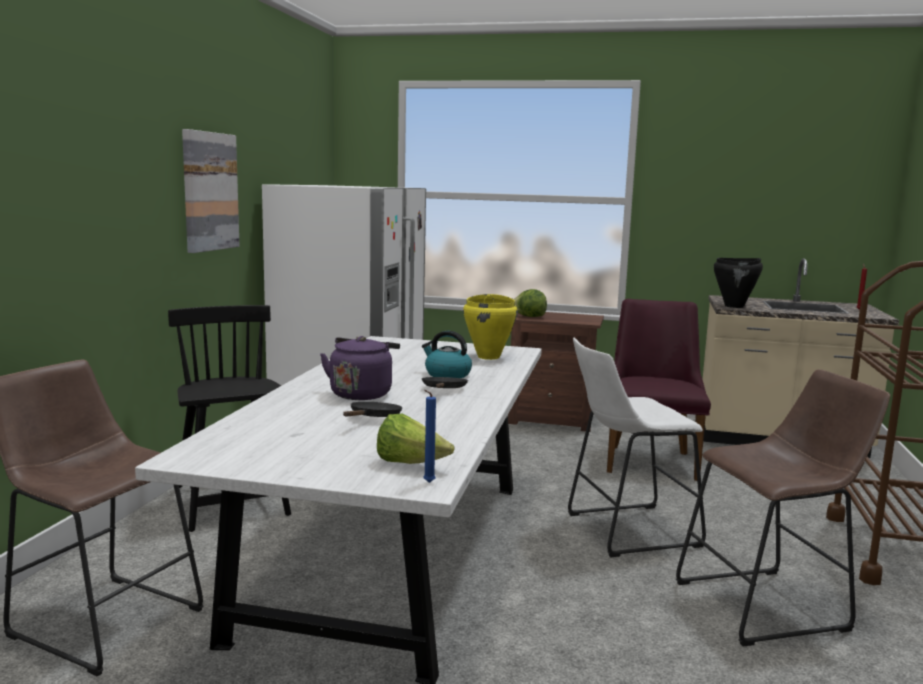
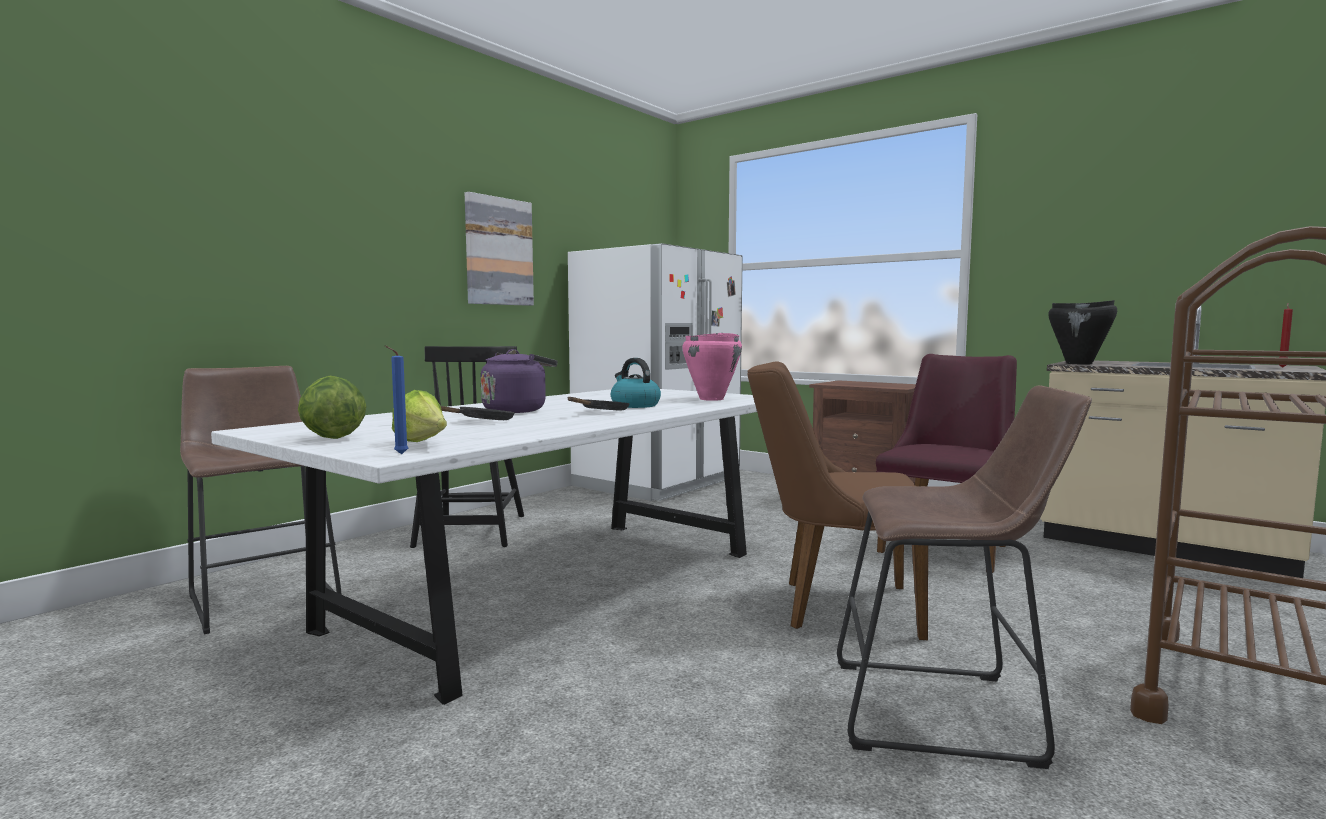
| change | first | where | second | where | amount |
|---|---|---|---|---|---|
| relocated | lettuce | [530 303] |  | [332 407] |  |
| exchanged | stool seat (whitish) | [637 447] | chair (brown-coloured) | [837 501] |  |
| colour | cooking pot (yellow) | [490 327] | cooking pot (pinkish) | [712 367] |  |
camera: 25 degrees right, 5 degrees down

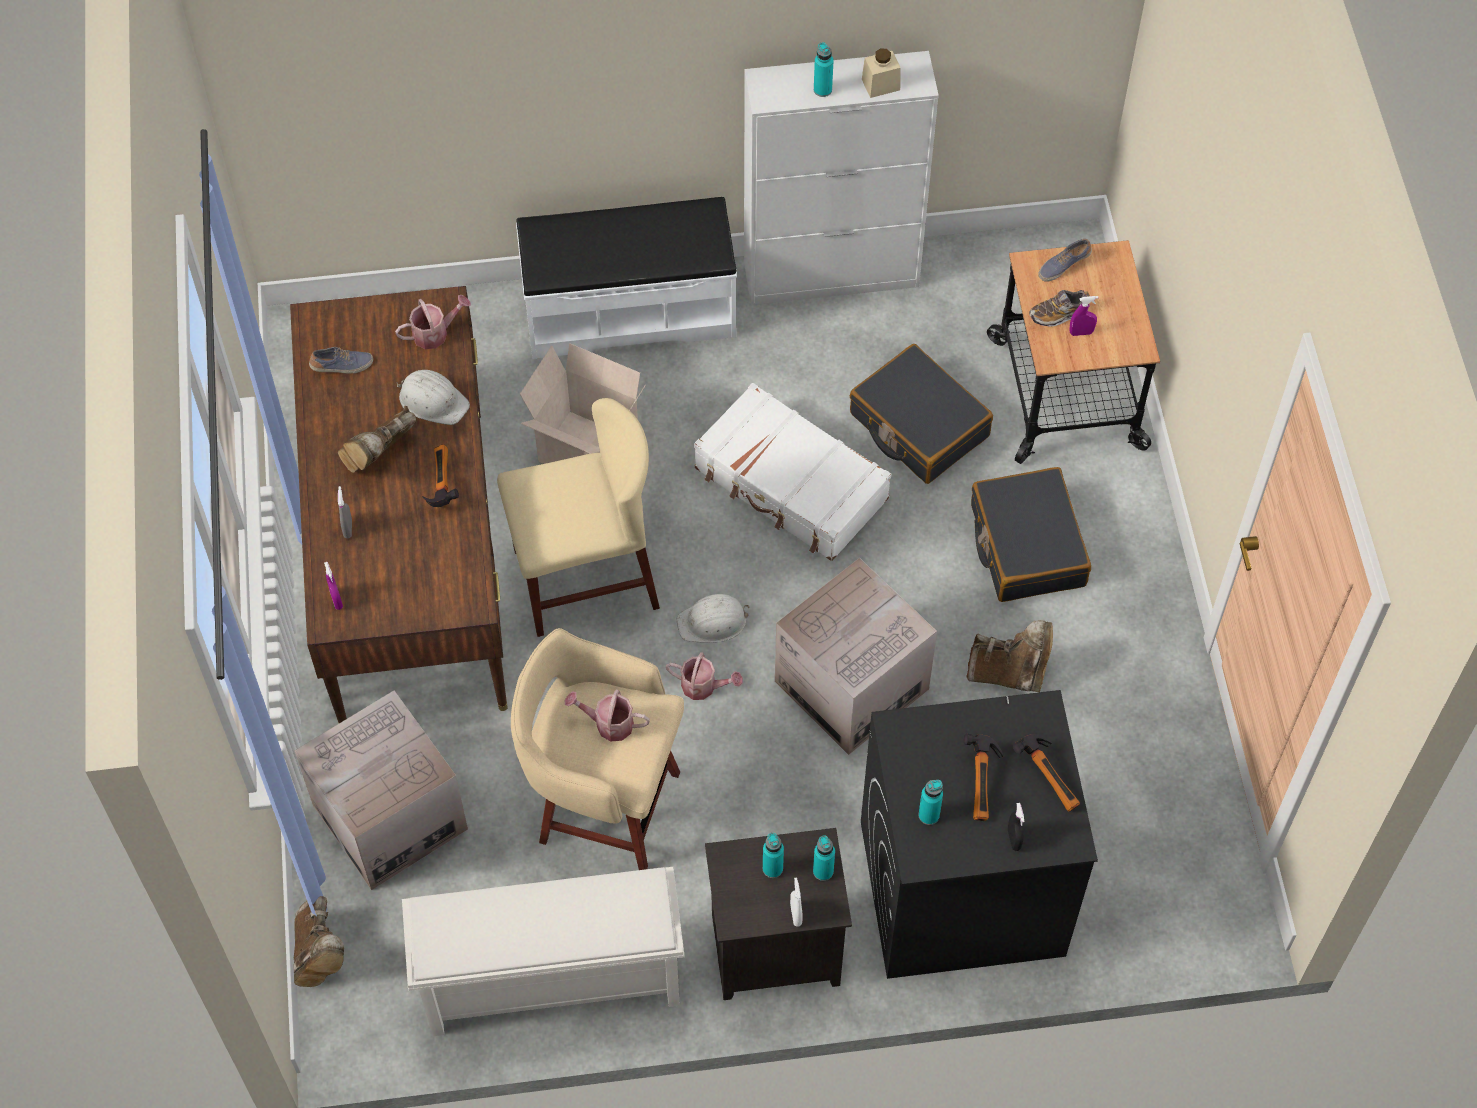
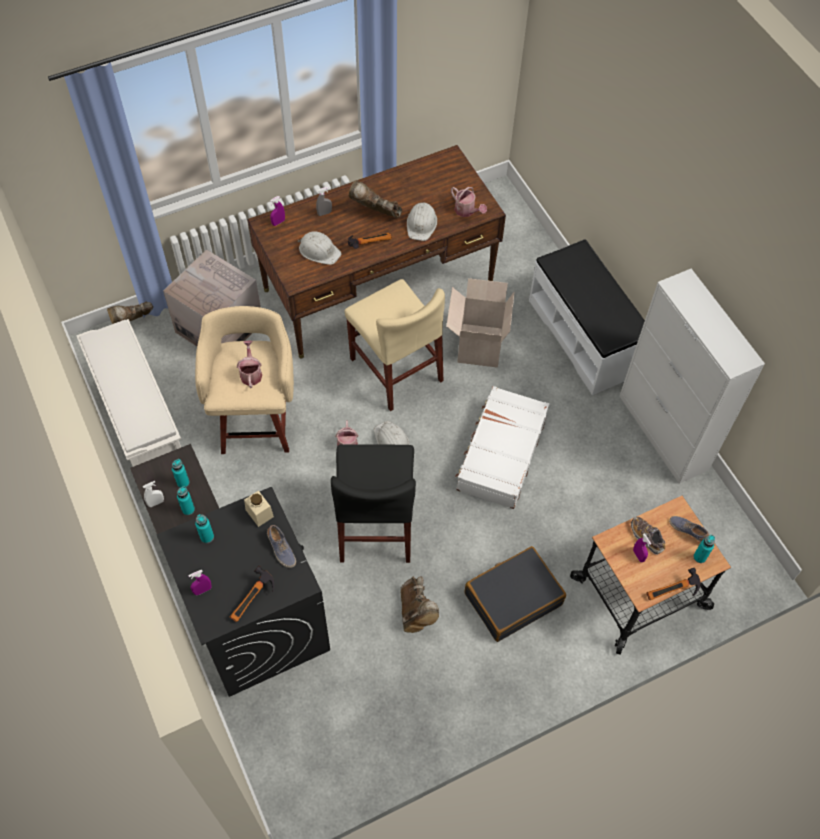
| change | first | where | second | where | amount |
|---|---|---|---|---|---|
| missing | travel case (blackish) | [921 414] |  |  |  |
| appeared |  |  | safety helmet (whitish) | [320 248] |  |
| relocated | shoe | [341 360] |  | [281 546] |  |
| relocated | beverage bottle (blue-green) | [824 69] |  | [704 549] |  |
| relocated | preserve jar (beige-coloured) | [881 73] |  | [259 508] |  |
| relocated | tool hammer | [983 777] |  | [673 584] |  |
| exchanged | cardboard box | [856 656] | chair (blackish) | [373 503] |  |
| colour | hand sprayer (blackish) | [1016 827] | hand sprayer (purple-coloured) | [199 582] |  |
camera: 70 degrees right, 0 degrees up

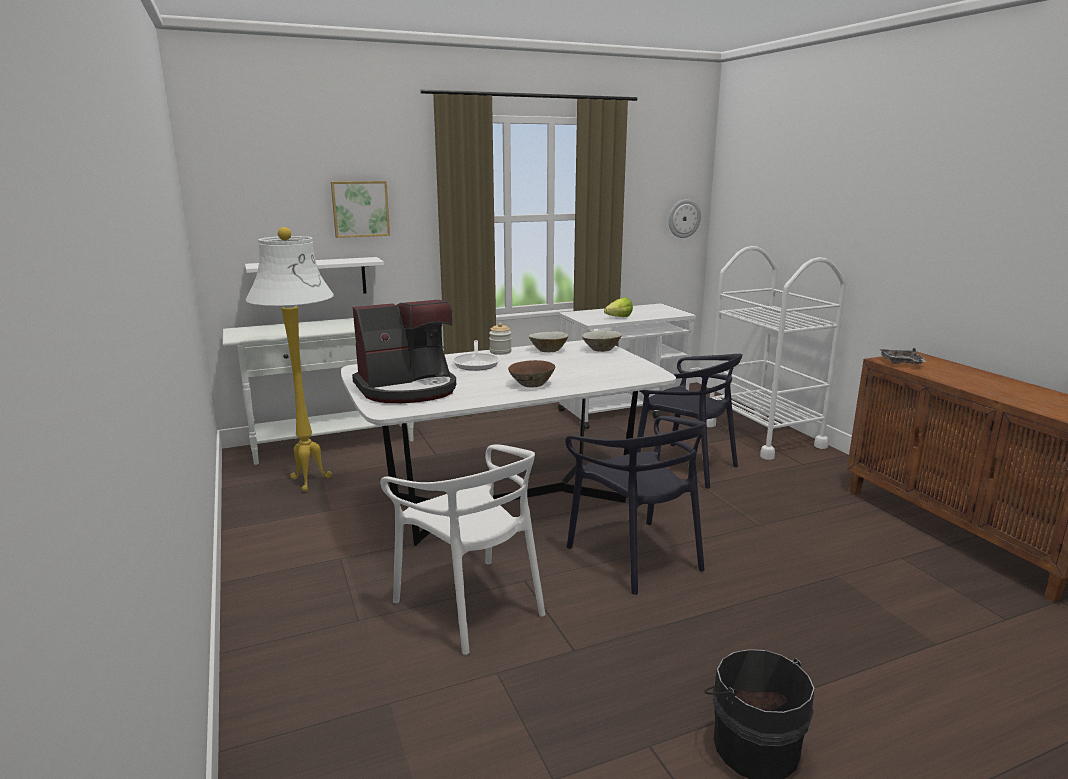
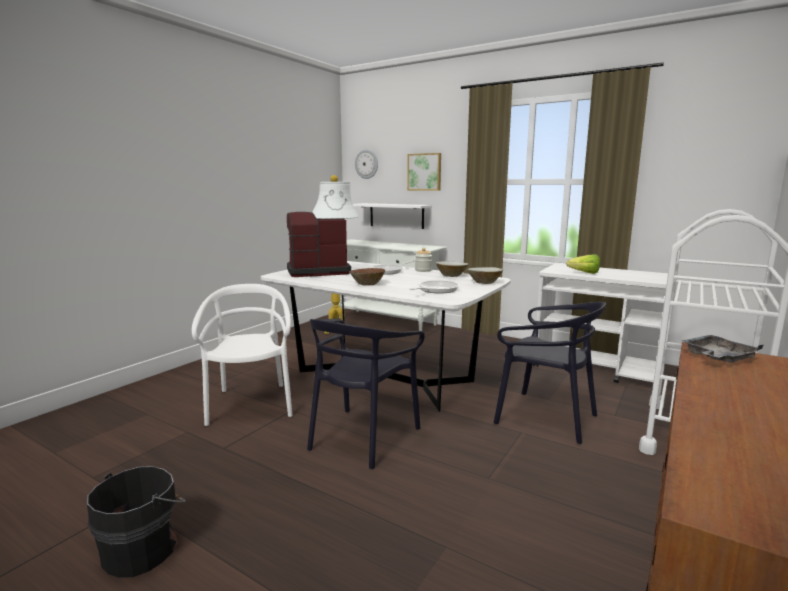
| change | first | where | second | where | amount |
|---|---|---|---|---|---|
| appeared |  |  | skillet | [434 287] |  |
| relocated | clock on the wall | [684 218] |  | [366 164] |  |
| spun | coffee brewer | [404 351] |  | [319 244] | 135 degrees clockwise |
| spun | chair (whitish) | [462 549] |  | [242 355] | 150 degrees clockwise |
| spun | chair (blackish) | [689 421] |  | [549 373] | 60 degrees counterclockwise |
camera: 55 degrees right, 5 degrees down

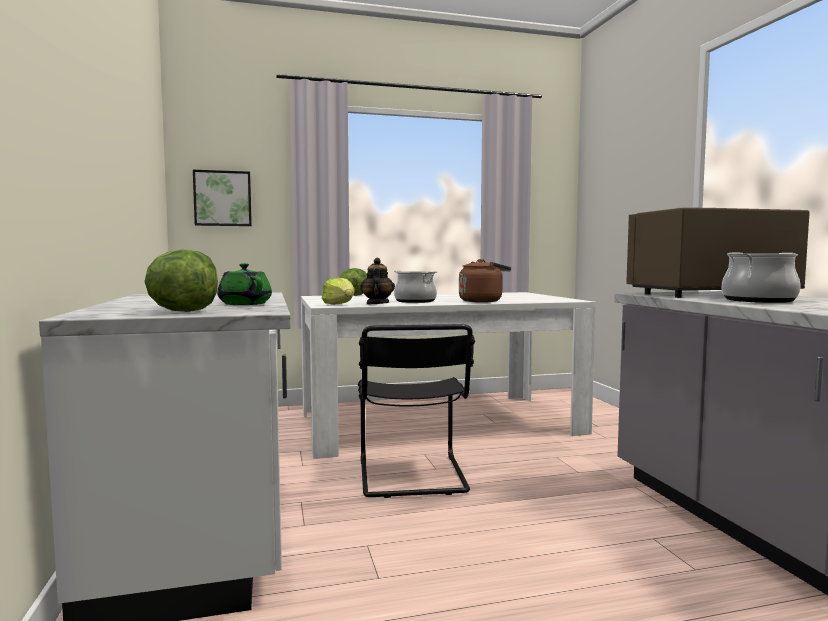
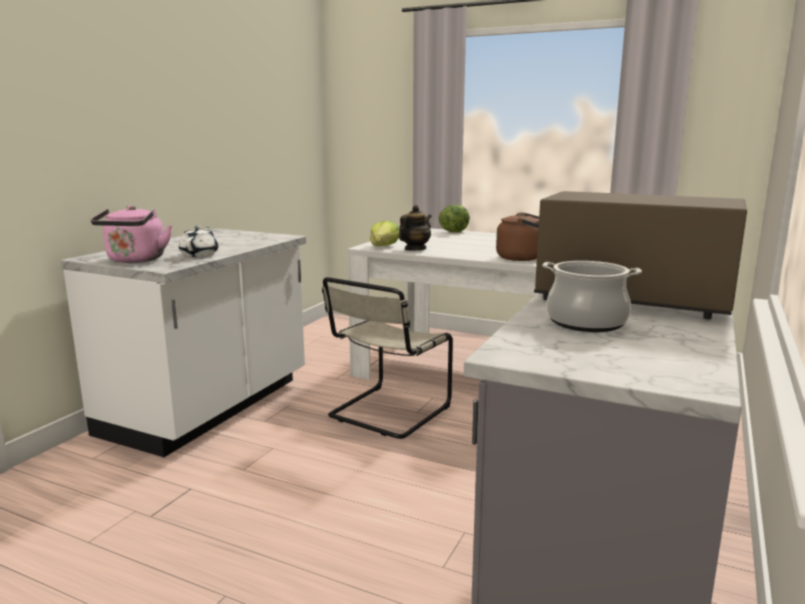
| change | first | where | second | where | amount |
|---|---|---|---|---|---|
| missing | wall picture | [222 198] |  |  |  |
| missing | cooking pot | [415 286] |  |  |  |
| exchanged | lettuce | [181 280] | tea kettle (pinkish) | [131 234] |  |
| colour | pot for tea (green) | [244 284] | pot for tea (whitish) | [198 241] |  |
| colour | chair (blackish) | [416 411] | chair (beige-coloured) | [387 358] |  |
camera: 40 degrees right, 10 degrees up

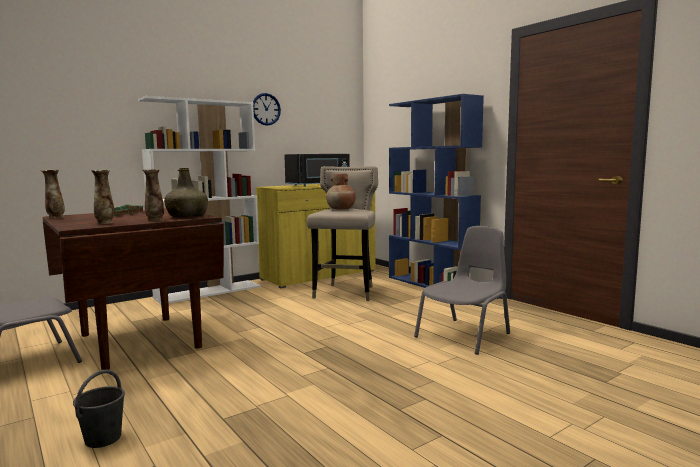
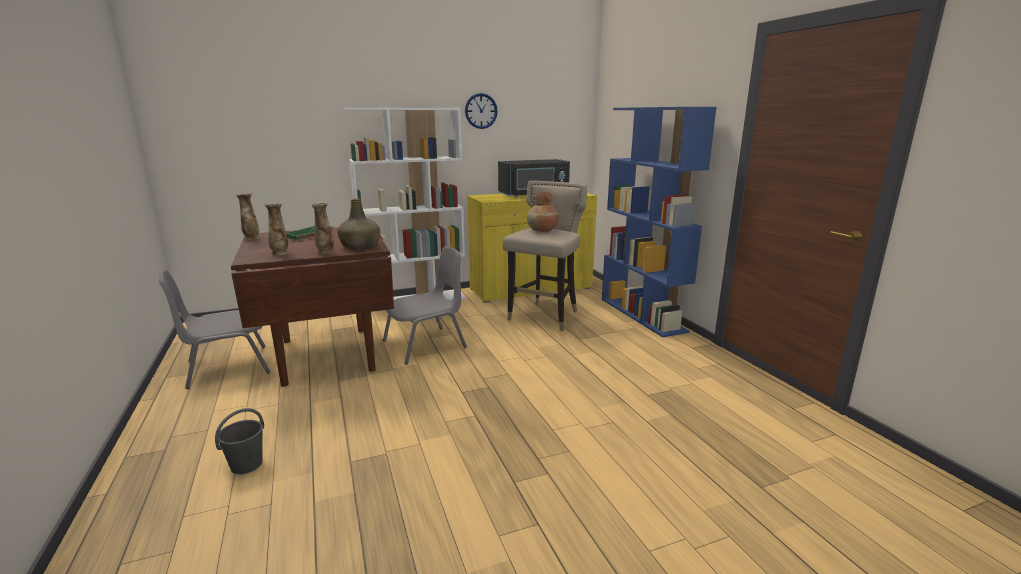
| change | first | where | second | where | amount |
|---|---|---|---|---|---|
| relocated | chair (greyish) | [462 290] |  | [425 305] |  |
camera: 15 degrees right, 10 degrees up

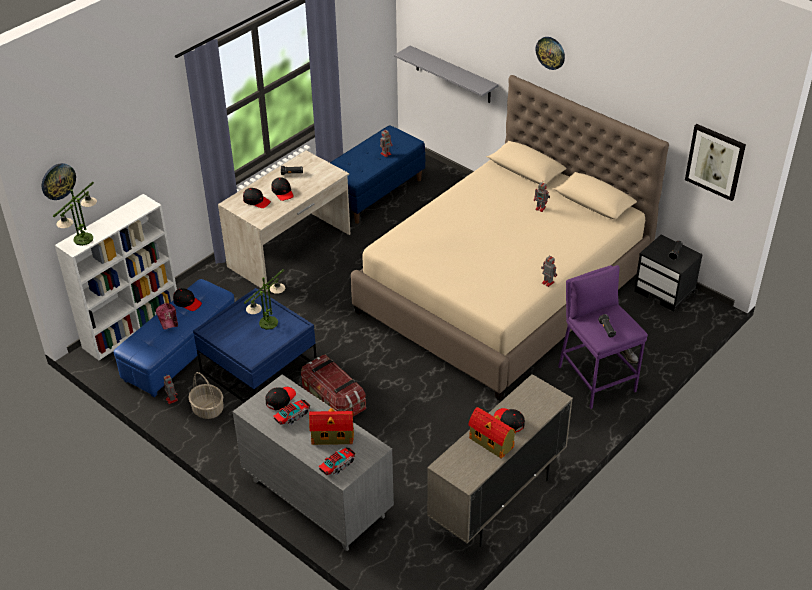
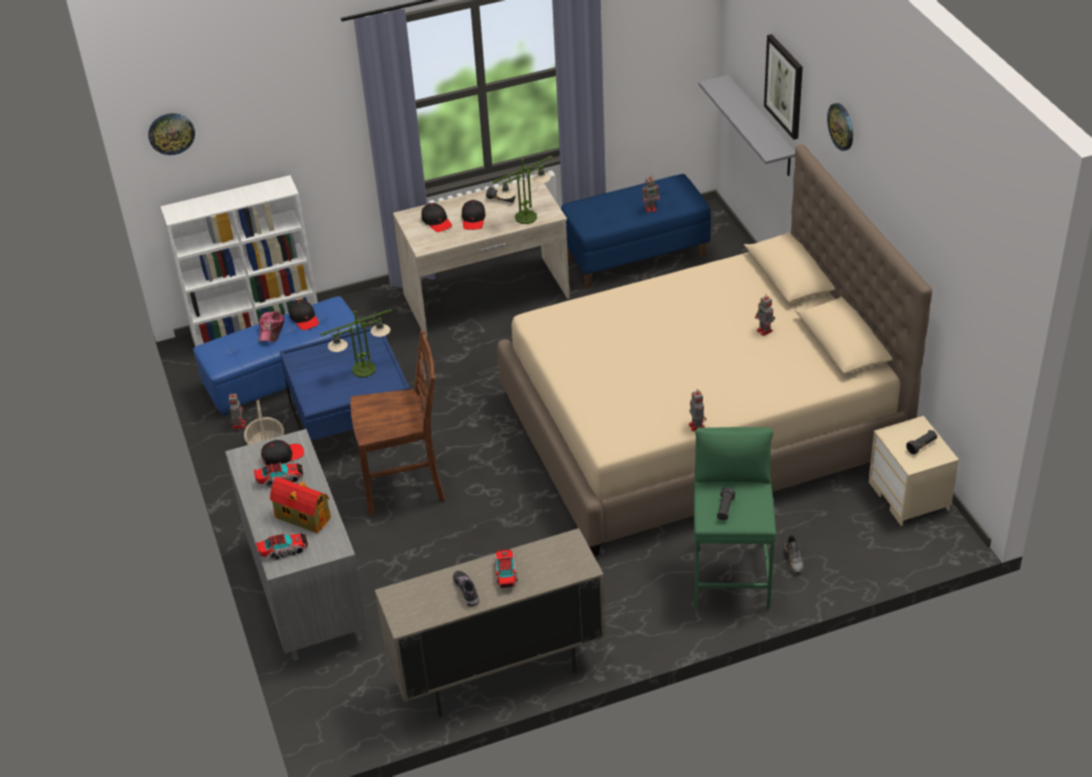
| change | first | where | second | where | amount |
|---|---|---|---|---|---|
| relocated | tabletop lamp | [75 214] |  | [523 190] |  |
| relocated | wall picture | [715 162] |  | [783 87] |  |
| exchanged | storage bin | [333 386] | chair (brown-coloured) | [397 423] |  |
| exchanged | miniature house | [492 433] | shoe | [466 588] |  |
| exchanged | baseball cap (blackish) | [509 420] | toy truck | [506 568] |  |
| colour | stool seat (purple-coloured) | [603 337] | stool seat (green) | [735 518] |  |
| colour | night table (blackish) | [668 273] | night table (beige-coloured) | [914 471] |  |
camera: 30 degrees right, 0 degrees up

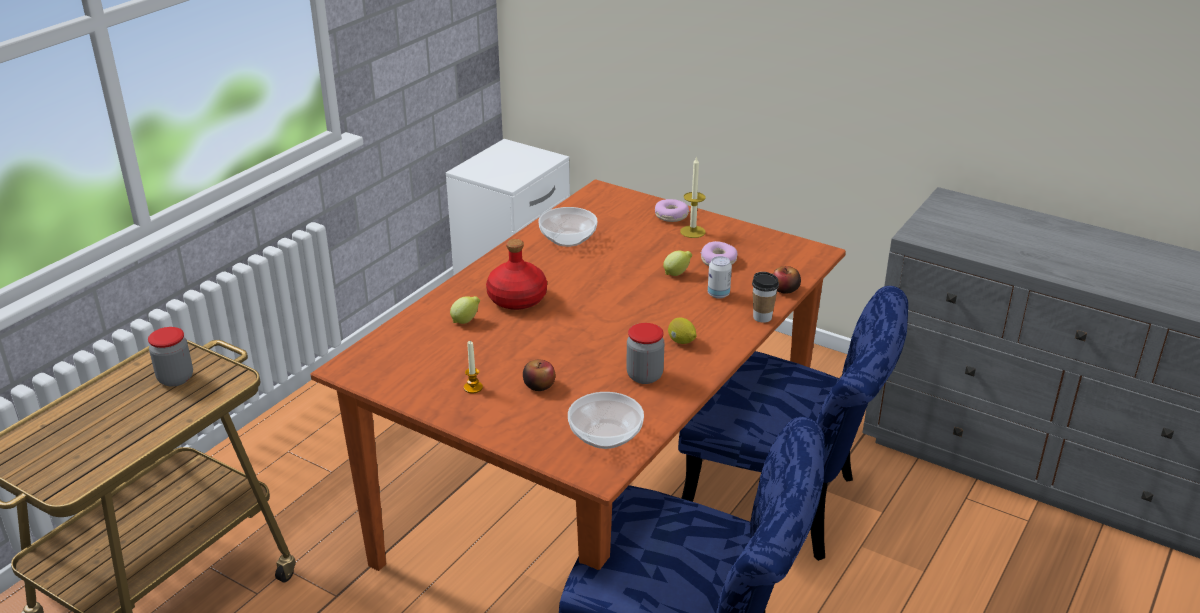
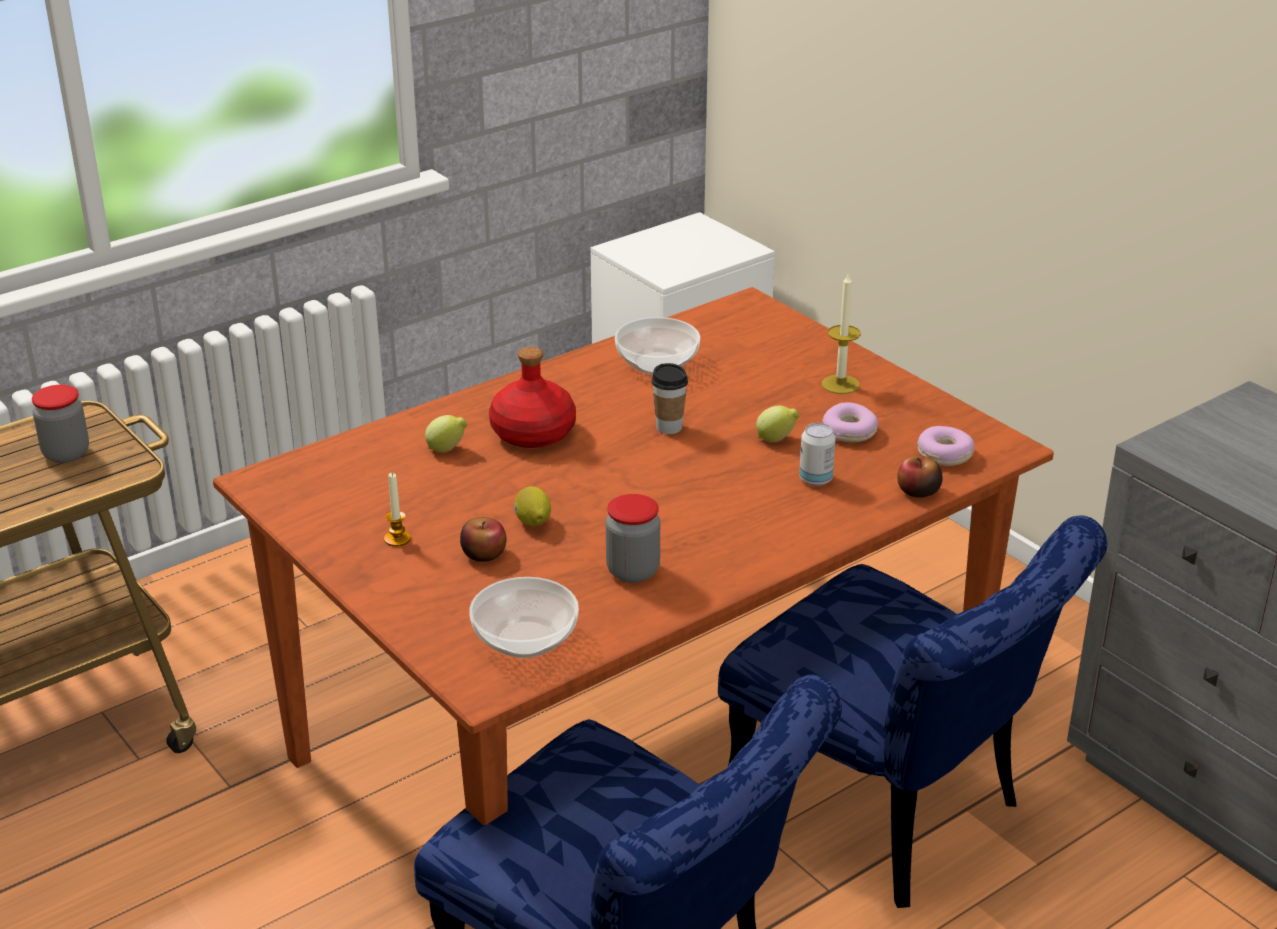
| change | first | where | second | where | amount |
|---|---|---|---|---|---|
| relocated | doughnut | [672 210] |  | [946 446] |  |
| relocated | citrus fruit | [682 331] |  | [532 506] |  |
| relocated | cup | [765 297] |  | [669 398] |  |
camera: 20 degrees right, 0 degrees up

